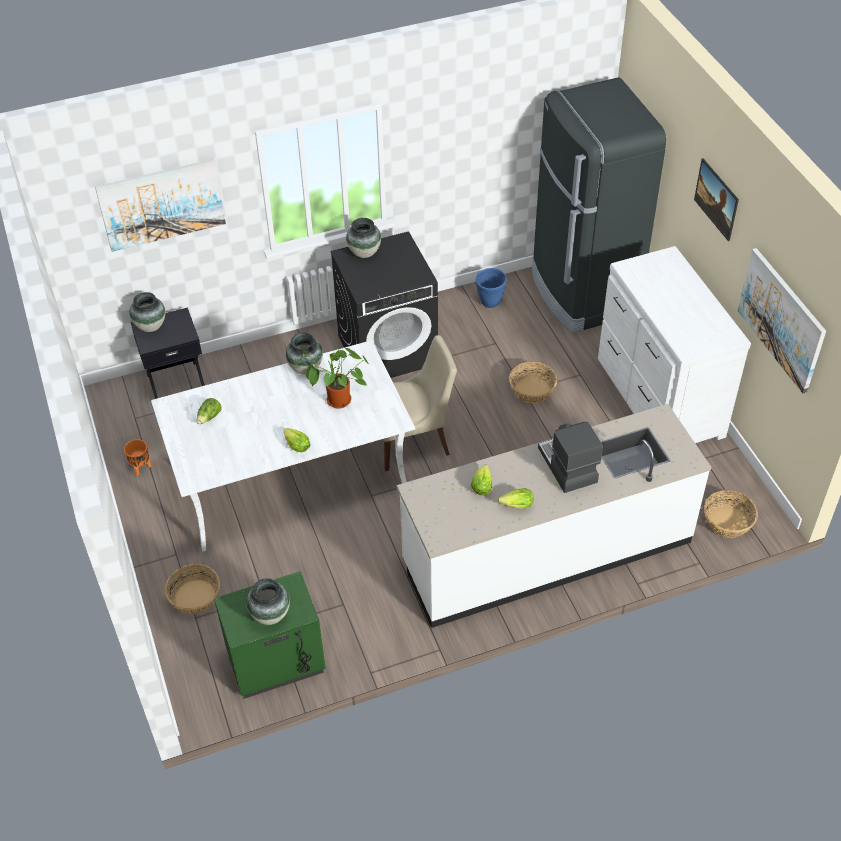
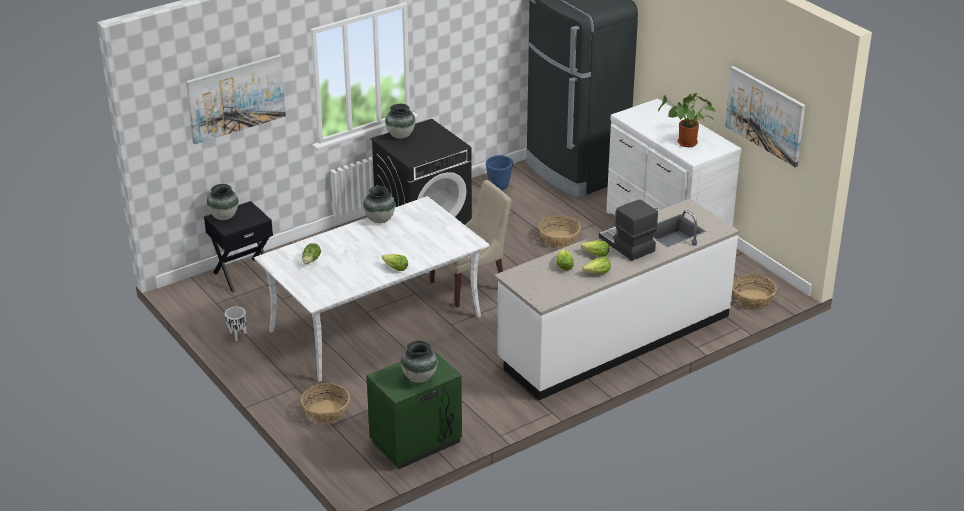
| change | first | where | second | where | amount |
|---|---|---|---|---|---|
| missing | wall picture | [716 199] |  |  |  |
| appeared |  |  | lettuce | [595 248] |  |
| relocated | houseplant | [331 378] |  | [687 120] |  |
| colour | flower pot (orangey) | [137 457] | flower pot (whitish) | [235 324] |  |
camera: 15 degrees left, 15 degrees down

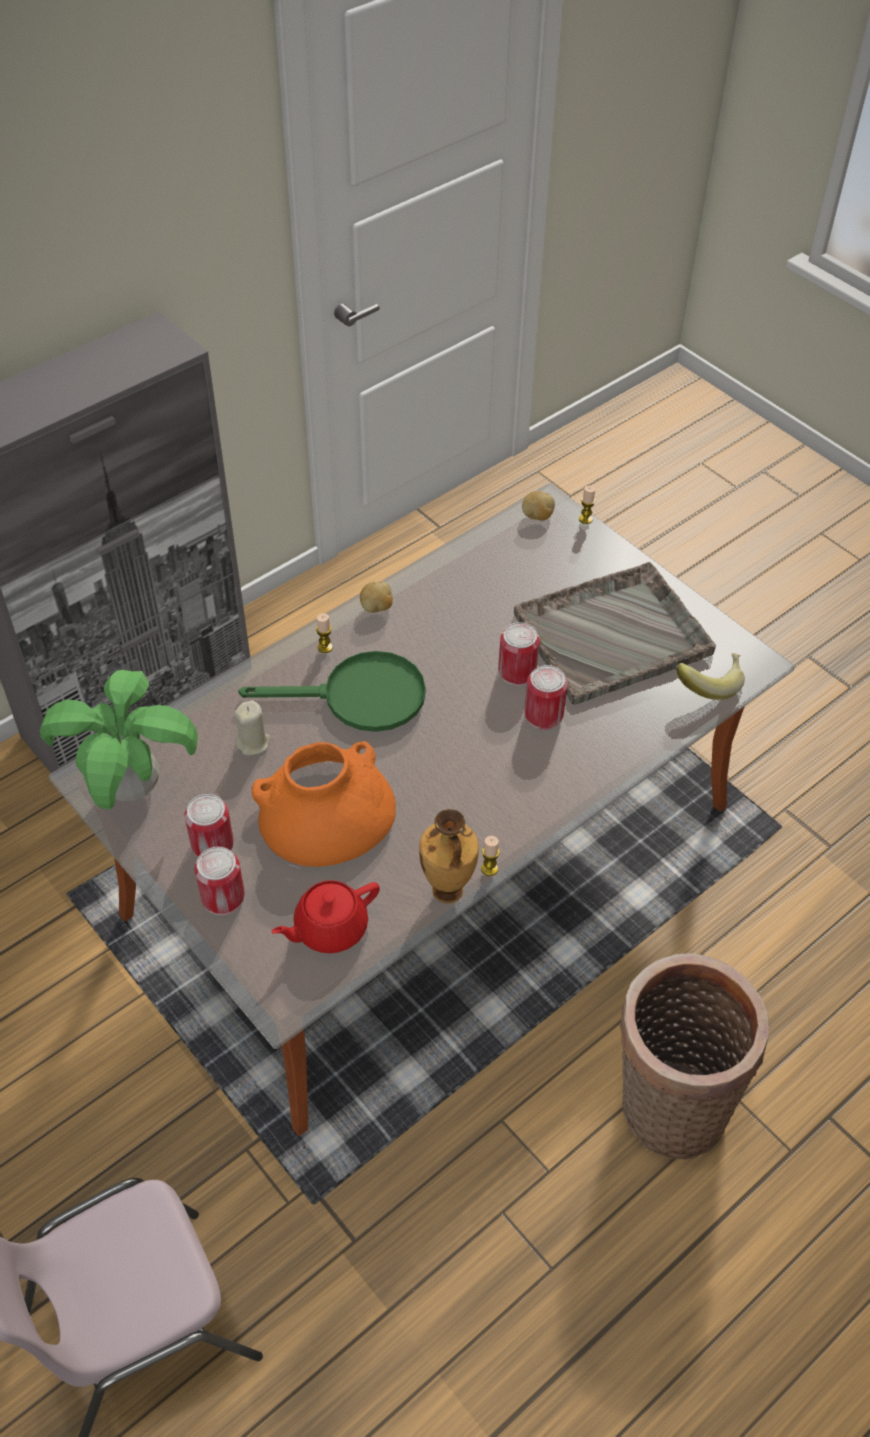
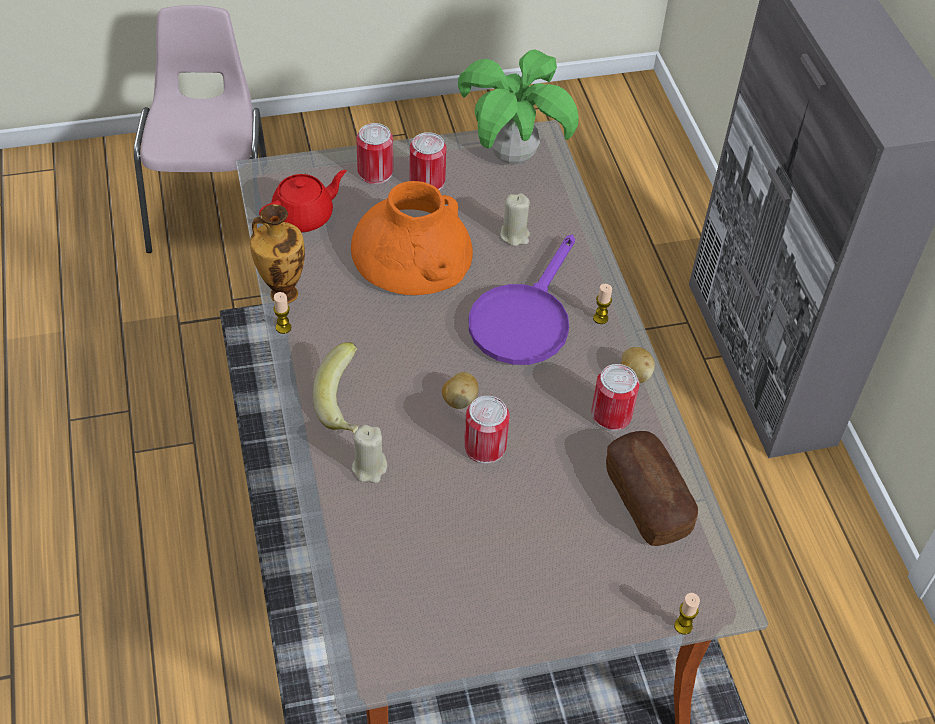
| change | first | where | second | where | amount |
|---|---|---|---|---|---|
| missing | carrying tray (greyish) | [615 633] |  |  |  |
| missing | storage basket | [694 1056] |  |  |  |
| appeared |  |  | candle (beige-coloured) | [369 454] |  |
| appeared |  |  | bread | [652 488] |  |
| relocated | potato | [538 506] |  | [460 390] |  |
| relocated | metal can | [546 697] |  | [615 397] |  |
| relocated | whole banana | [710 676] |  | [336 388] |  |
| colour | skillet (green) | [332 691] | skillet (purple-coloured) | [522 300] |  |
| spun | pot for tea (red) | [326 916] |  | [303 201] | 60 degrees clockwise |
camera: 115 degrees right, 0 degrees up

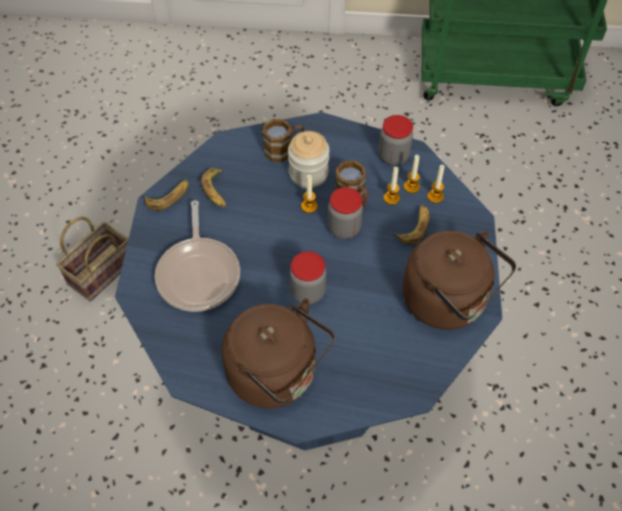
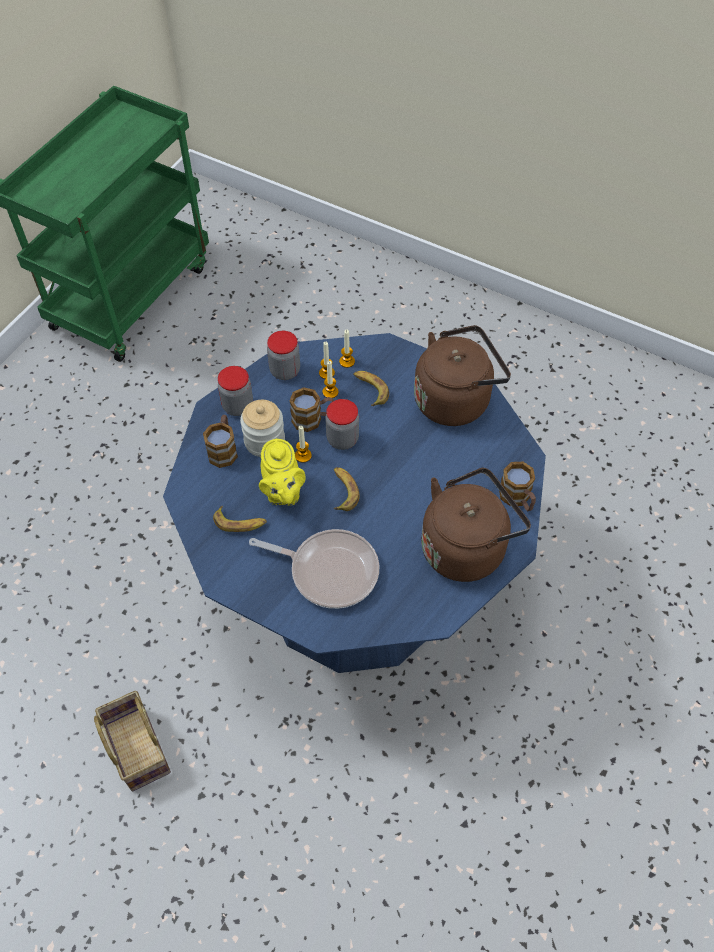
| change | first | where | second | where | amount |
|---|---|---|---|---|---|
| appeared |  |  | pot for tea (yellow) | [282 472] |  |
| appeared |  |  | coffee mug | [517 486] |  |
| relocated | whole banana | [166 195] |  | [347 489] |  |
| relocated | preserve jar | [308 277] |  | [235 391] |  |
camera: 65 degrees left, 0 degrees up

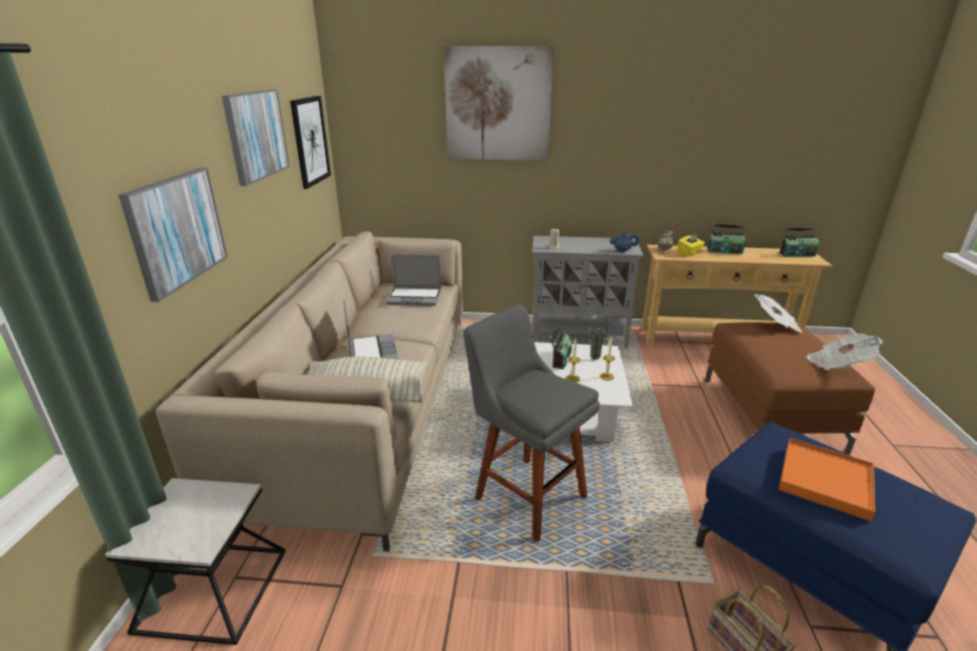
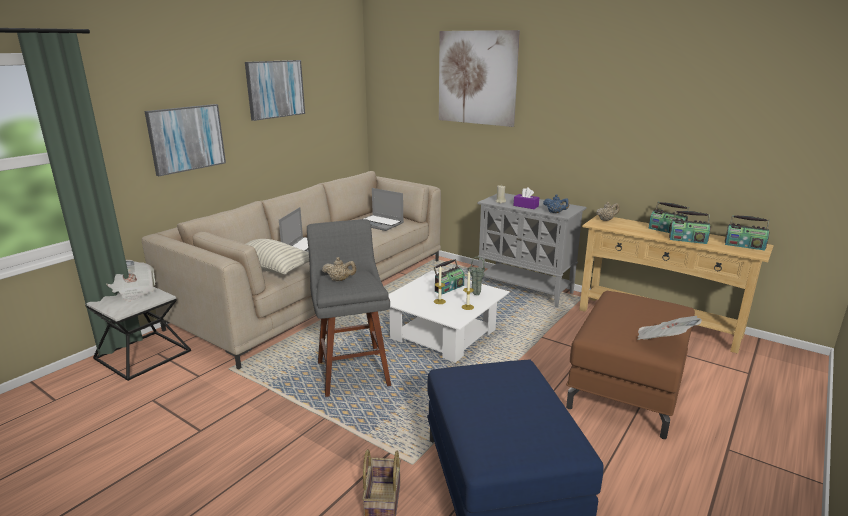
| change | first | where | second | where | amount |
|---|---|---|---|---|---|
| missing | wall picture | [310 142] |  |  |  |
| missing | tissue box (yellow) | [691 245] |  |  |  |
| missing | carrying tray (orangey) | [827 479] |  |  |  |
| appeared |  |  | pot for tea (beige-coloured) | [339 269] |  |
| appeared |  |  | tissue box (purple-coloured) | [526 198] |  |
| appeared |  |  | radio | [690 227] |  |
| relocated | daily paper | [779 313] |  | [130 280] |  |
camera: 30 degrees right, 5 degrees down

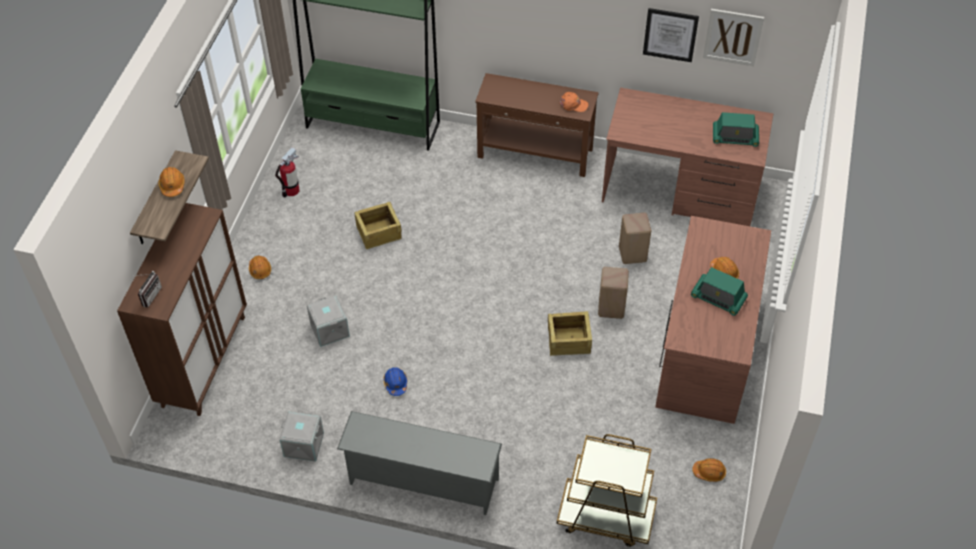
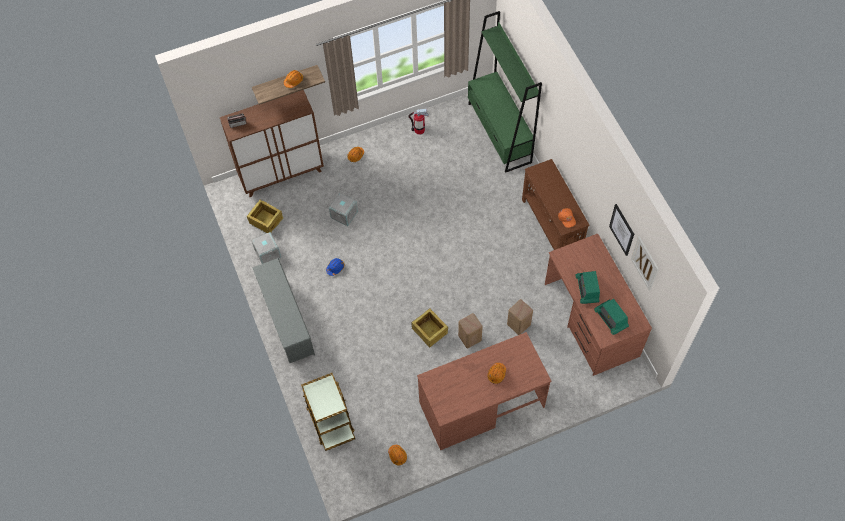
| change | first | where | second | where | amount |
|---|---|---|---|---|---|
| relocated | crate | [378 225] |  | [265 216] |  |
| relocated | radio | [719 291] |  | [588 287] |  |
camera: 55 degrees right, 10 degrees up

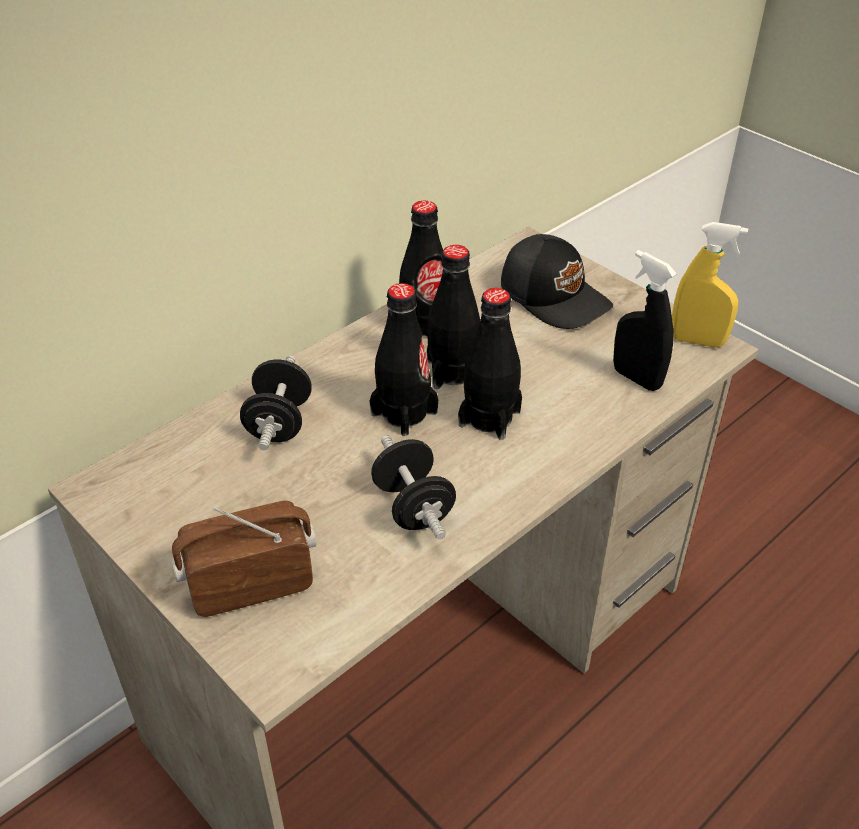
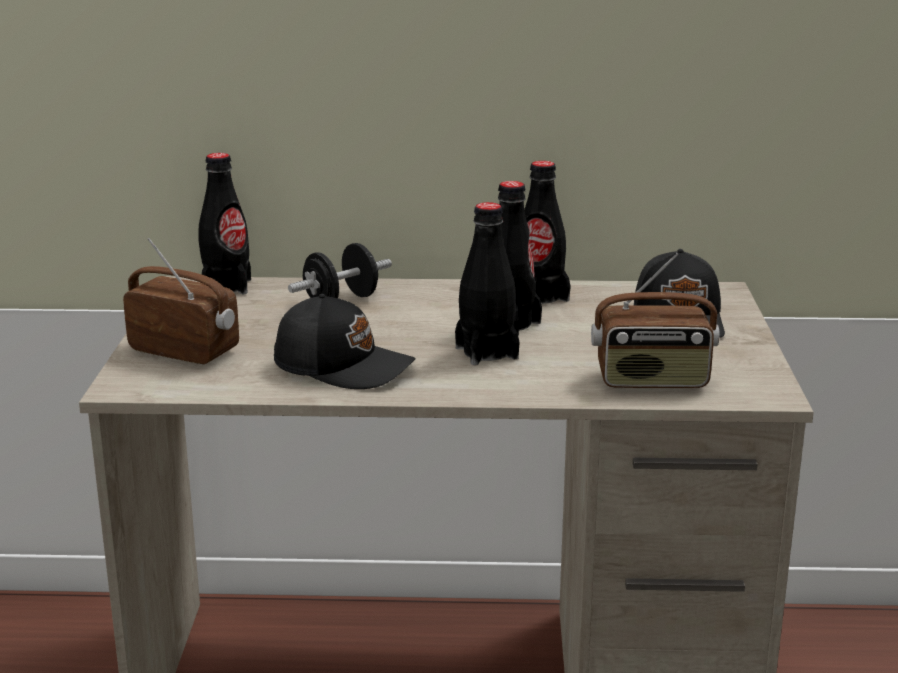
| change | first | where | second | where | amount |
|---|---|---|---|---|---|
| missing | hand sprayer (yellow) | [710 284] |  |  |  |
| relocated | beverage bottle (blackish) | [404 359] |  | [224 223] |  |
| exchanged | dumbbell (blackish) | [413 487] | baseball cap (blackish) | [345 341] |  |
| exchanged | hand sprayer (blackish) | [645 320] | radio | [655 320] |  |
camera: 45 degrees right, 20 degrees down

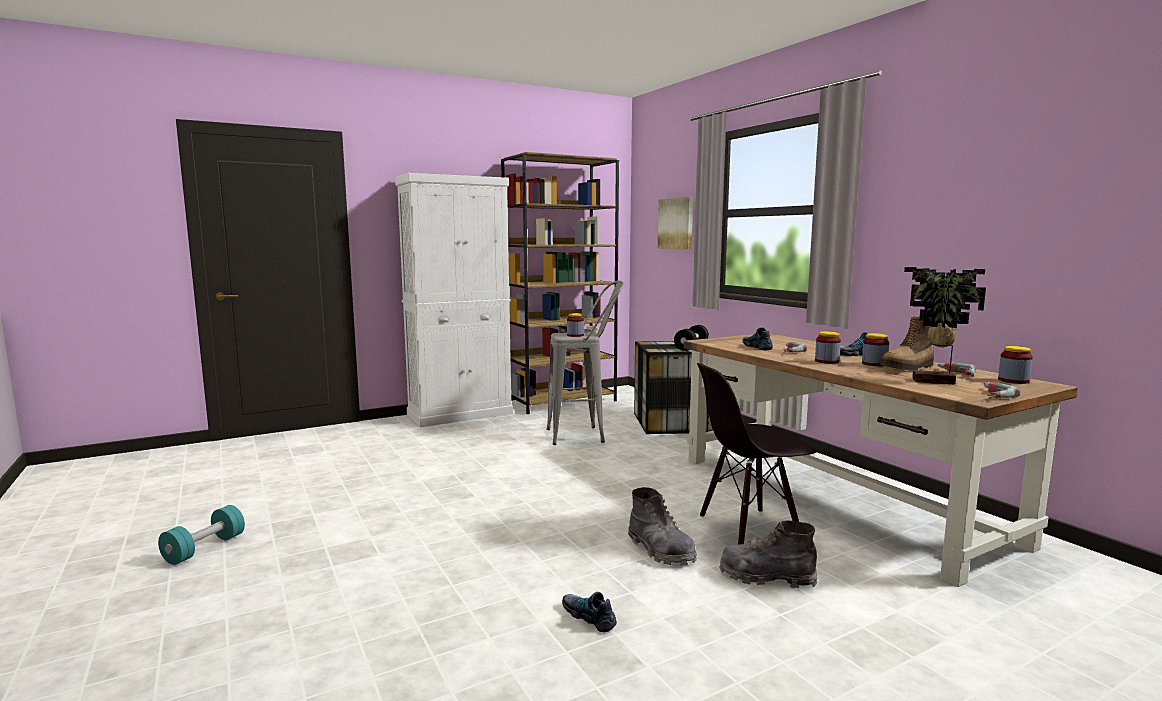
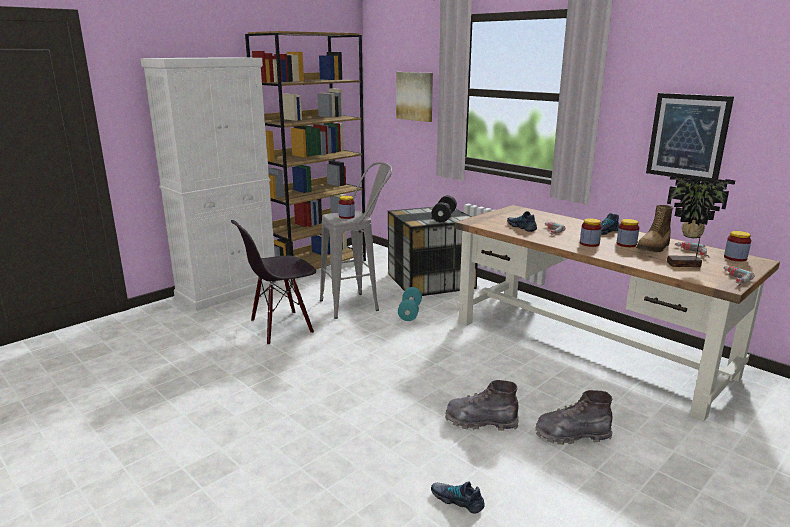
| change | first | where | second | where | amount |
|---|---|---|---|---|---|
| appeared |  |  | wall picture | [690 137] |  |
| relocated | dumbbell (blue-green) | [201 535] |  | [410 304] |  |
| relocated | chair (blackish) | [757 454] |  | [273 282] |  |
| spun | tall boot (greyish) | [662 526] |  | [482 405] | 150 degrees clockwise |
camera: 15 degrees left, 10 degrees up

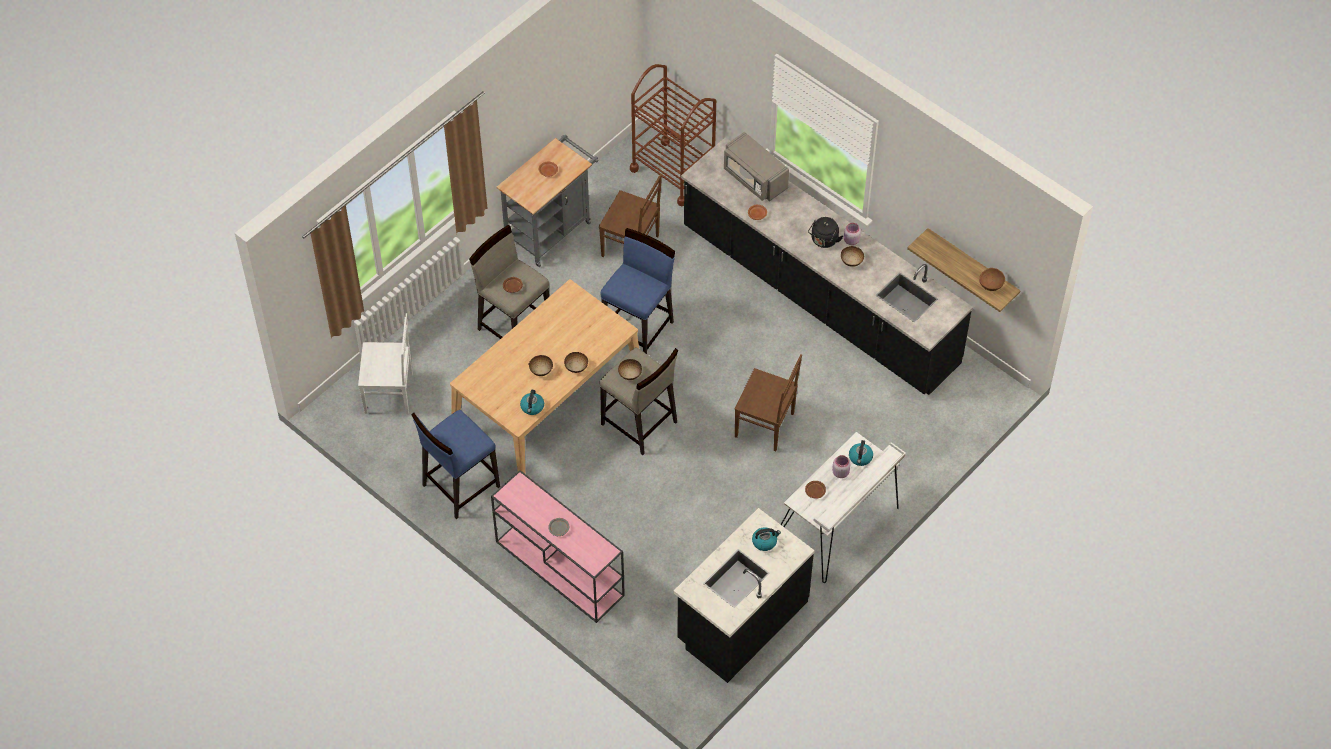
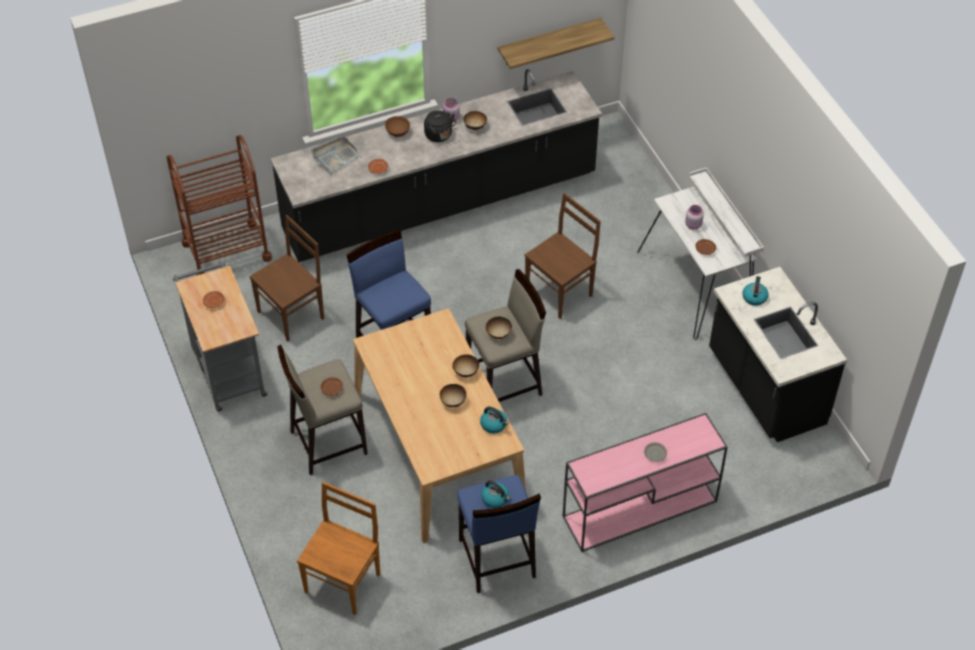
| change | first | where | second | where | amount |
|---|---|---|---|---|---|
| relocated | tea kettle | [861 453] |  | [495 494] |  |
| relocated | serving bowl (brown-coloured) | [992 279] |  | [397 126] |  |
| exchanged | microwave oven (greyish) | [756 166] | carrying tray (greyish) | [335 154] |  |
| colour | chair (whitish) | [385 363] | chair (brown-coloured) | [338 548] |  |
camera: 65 degrees left, 5 degrees down

